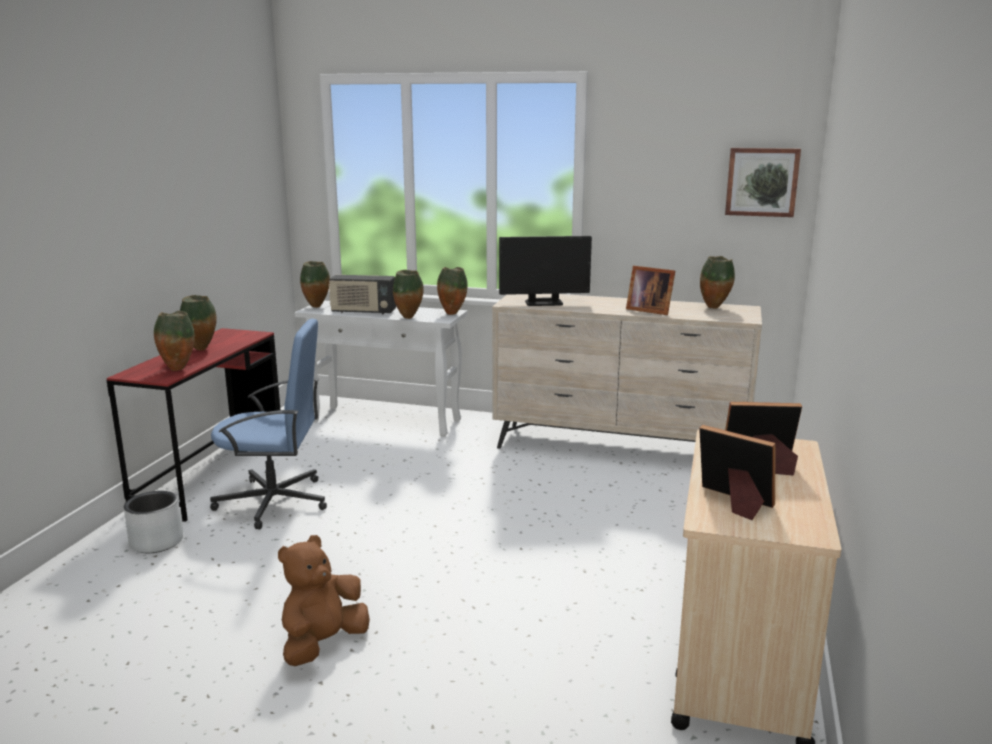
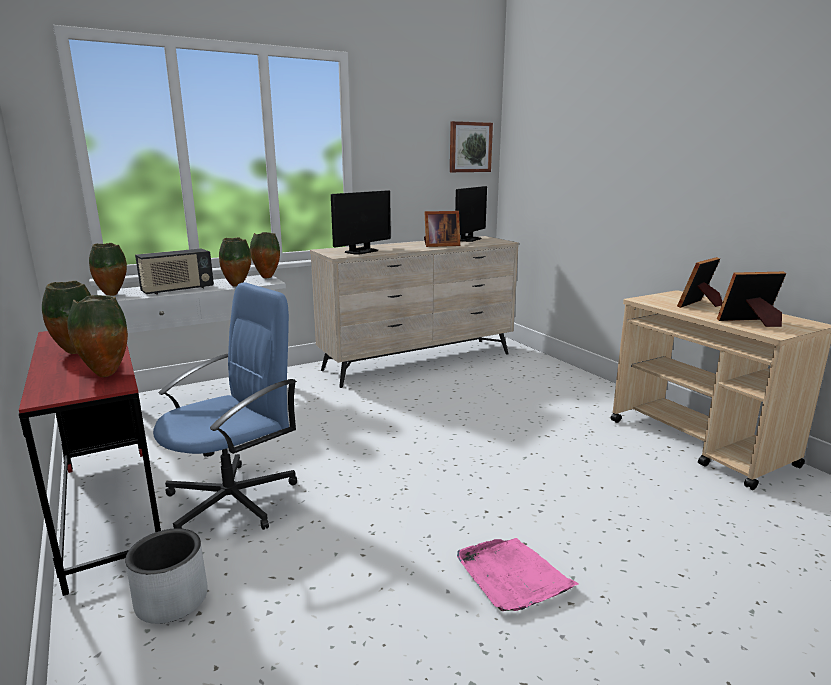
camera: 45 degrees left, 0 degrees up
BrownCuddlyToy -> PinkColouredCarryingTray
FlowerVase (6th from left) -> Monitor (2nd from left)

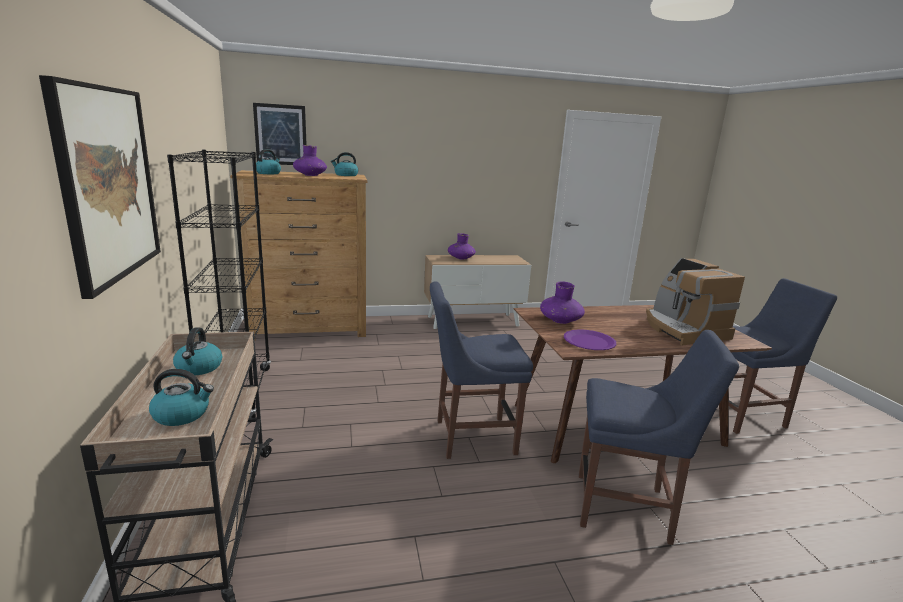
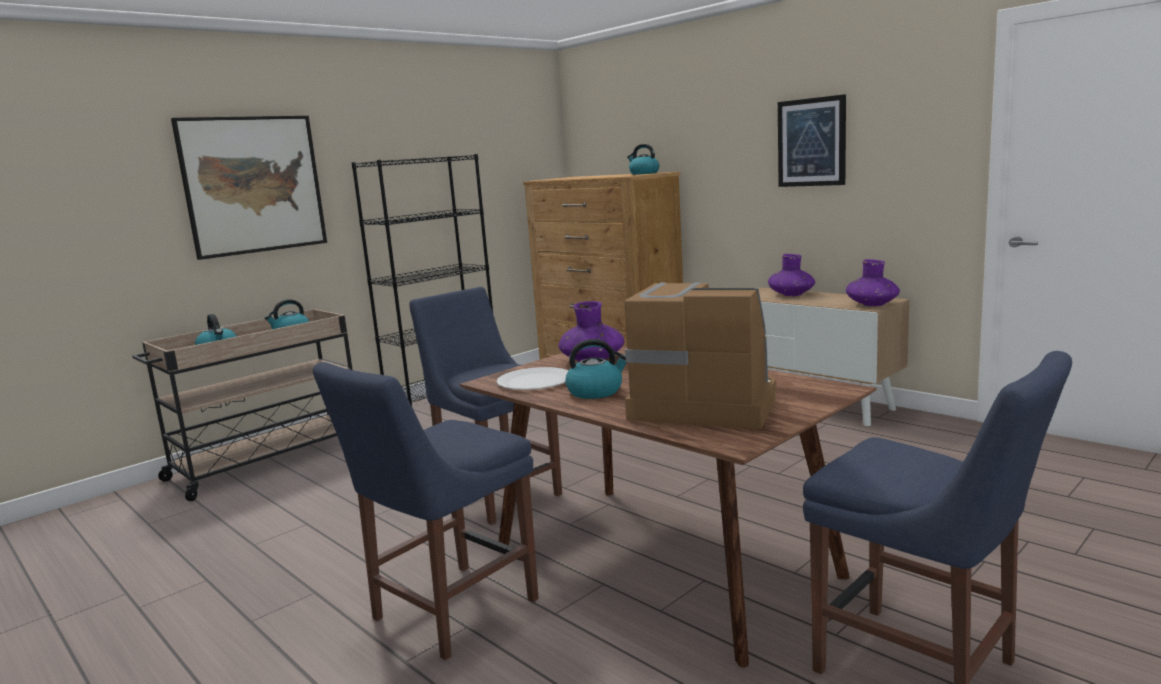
camera: 60 degrees right, 5 degrees down
Picture (2nd from left), move
WaterKettle (3rd from left), move
PurplishFlowerVase (1st from left in the first image) -> PurplishFlowerVase (3rd from left), move
PurplishDinnerPlate -> WhitishDinnerPlate
BlueUprightChair (2nd from left in the first image) -> BlueUprightChair (1st from left), 60 degrees clockwise
CoffeeMachine, 75 degrees clockwise

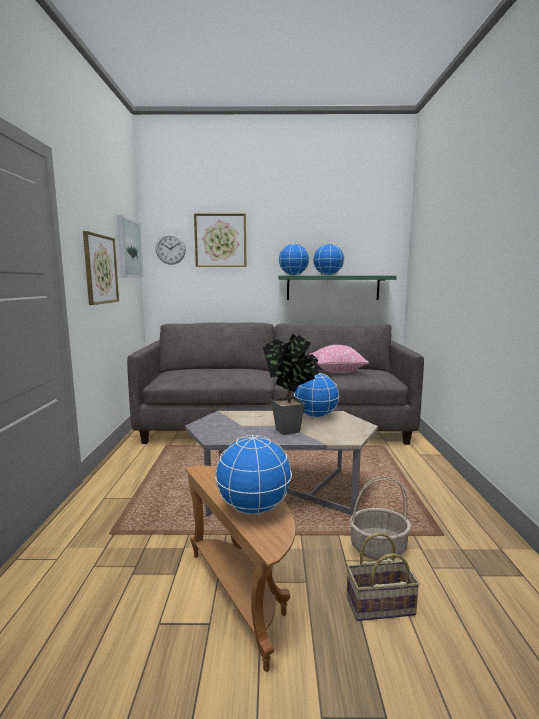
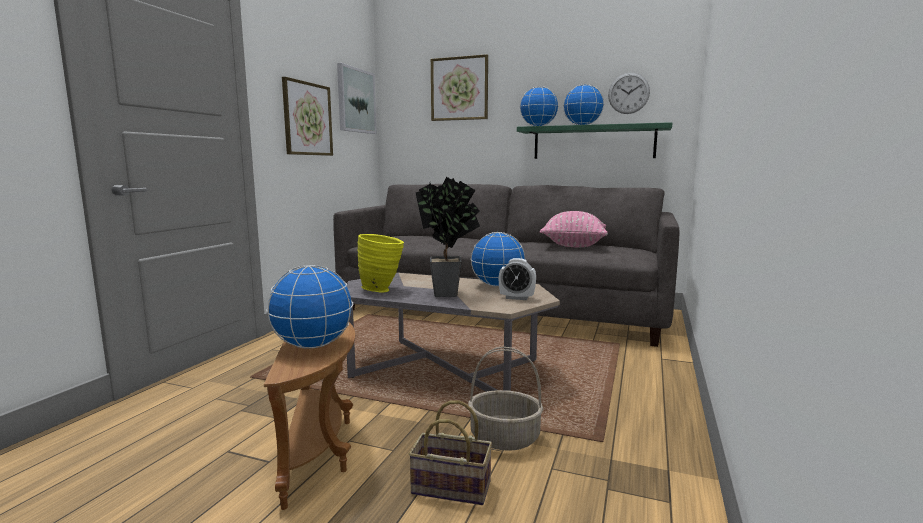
camera: 20 degrees right, 0 degrees up
none -> YellowColouredFlowerVase
none -> TableClock
HangingClock, move

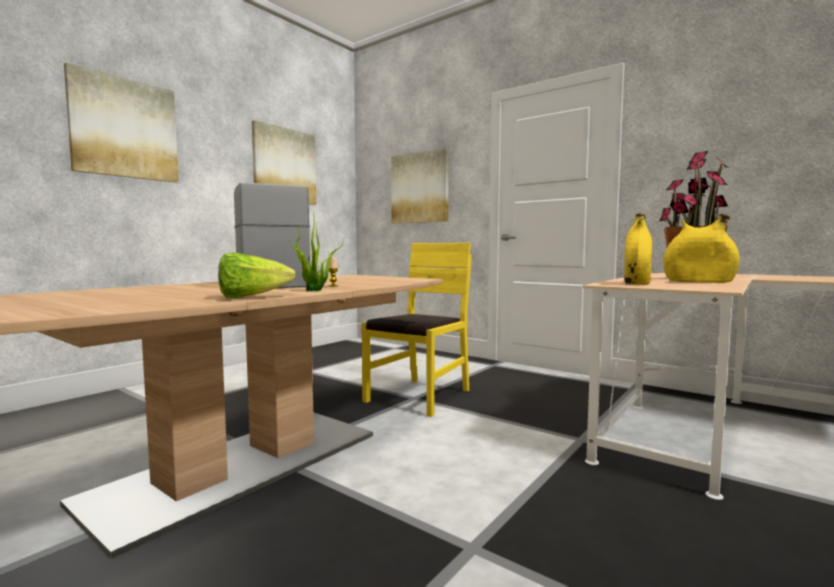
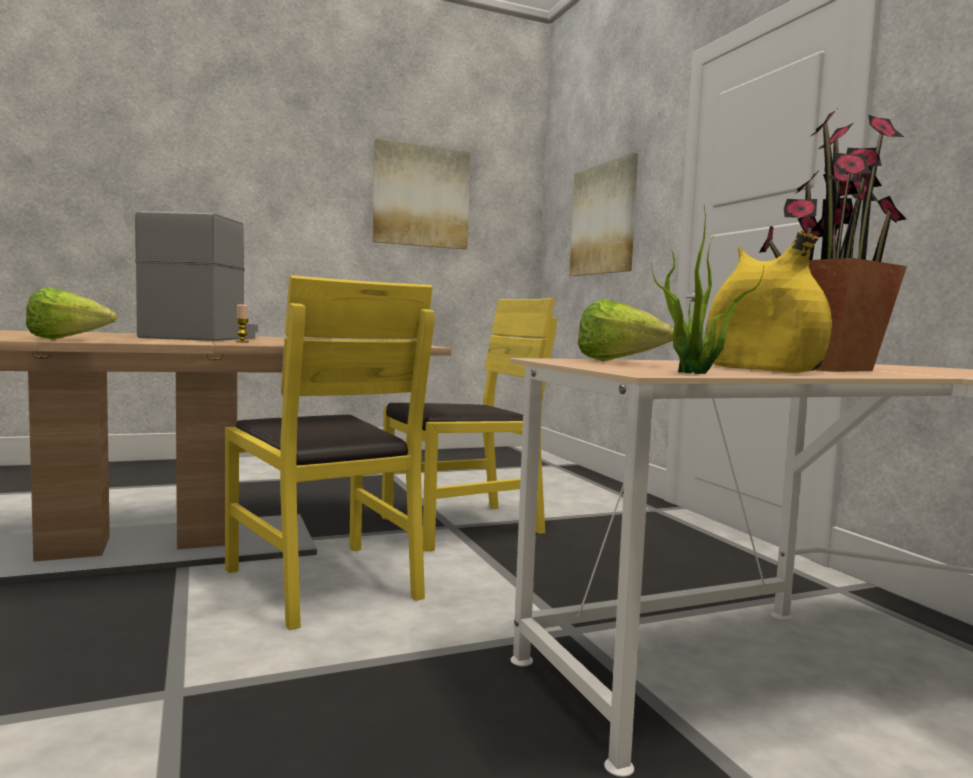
camera: 30 degrees right, 0 degrees up
Picture (1st from left) -> none
none -> YellowColouredUprightChair (1st from left)
Houseplant (1st from left), move
YellowColouredFlowerVase (1st from left) -> Lettuce (2nd from left)

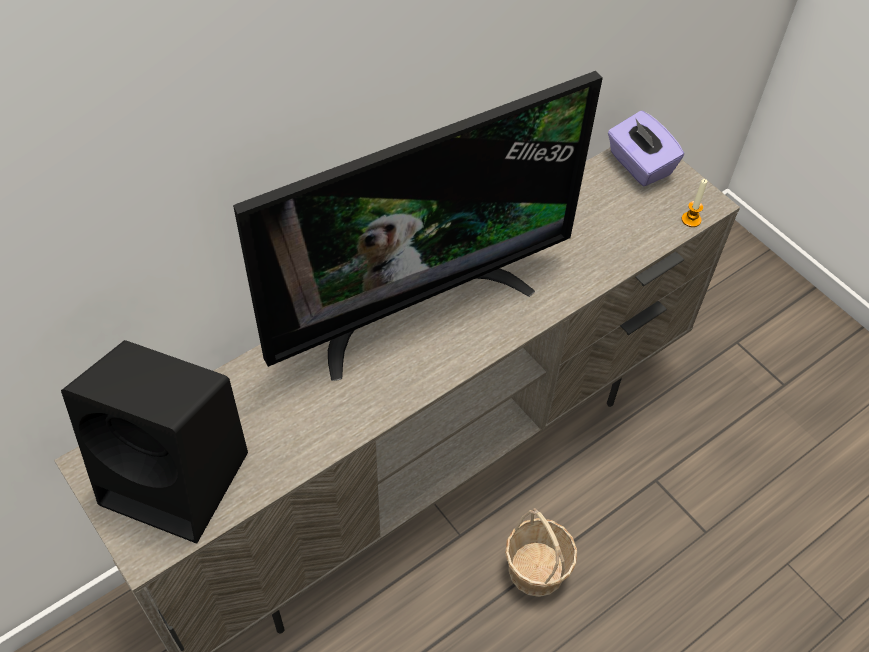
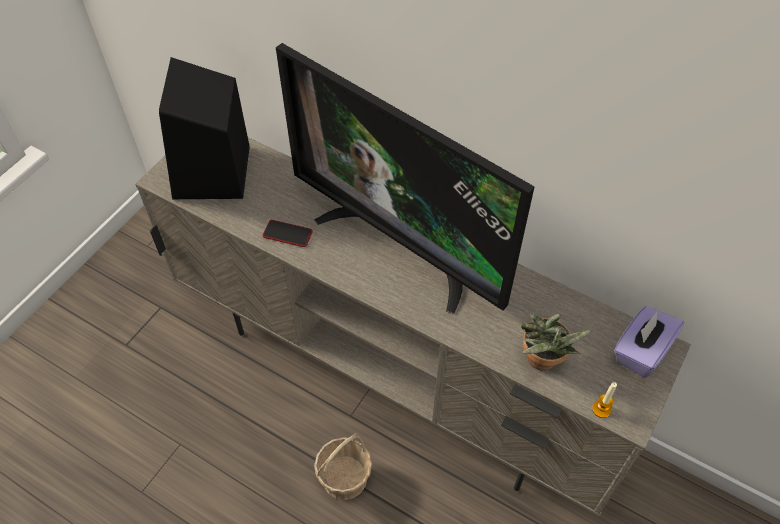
camera: 70 degrees right, 0 degrees up
none -> Telephone
none -> Houseplant

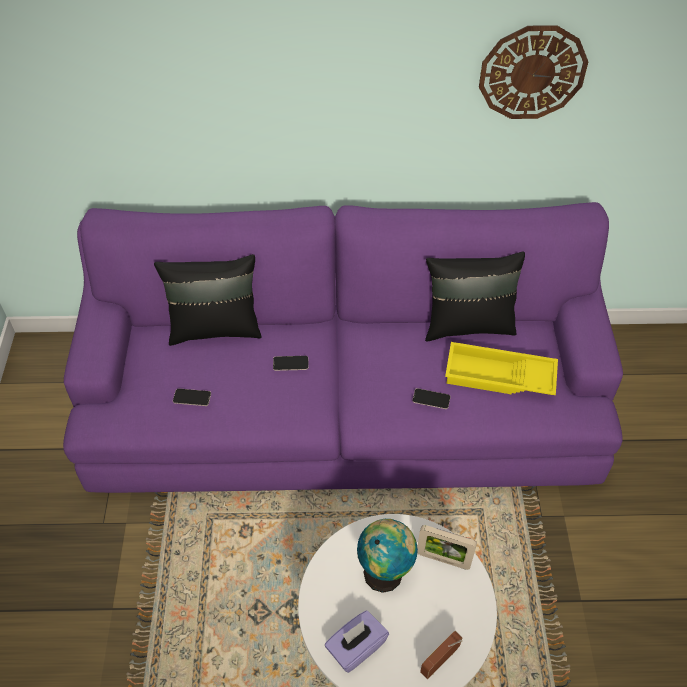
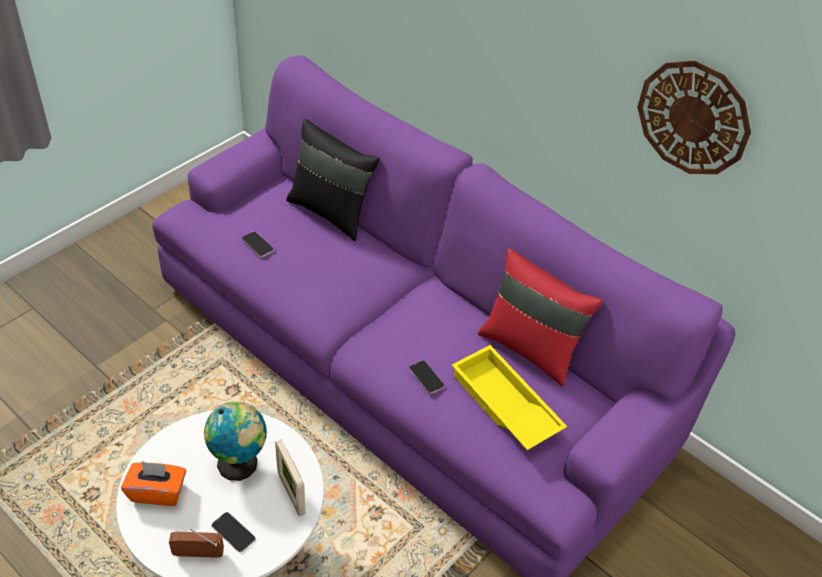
camera: 40 degrees right, 5 degrees down
Telephone (2nd from left in the first image) -> Telephone (1st from left), move
PurplishTissueHolder -> OrangeColouredTissueHolder
BlackColouredThrowPillow (2nd from left) -> RedColouredThrowPillow

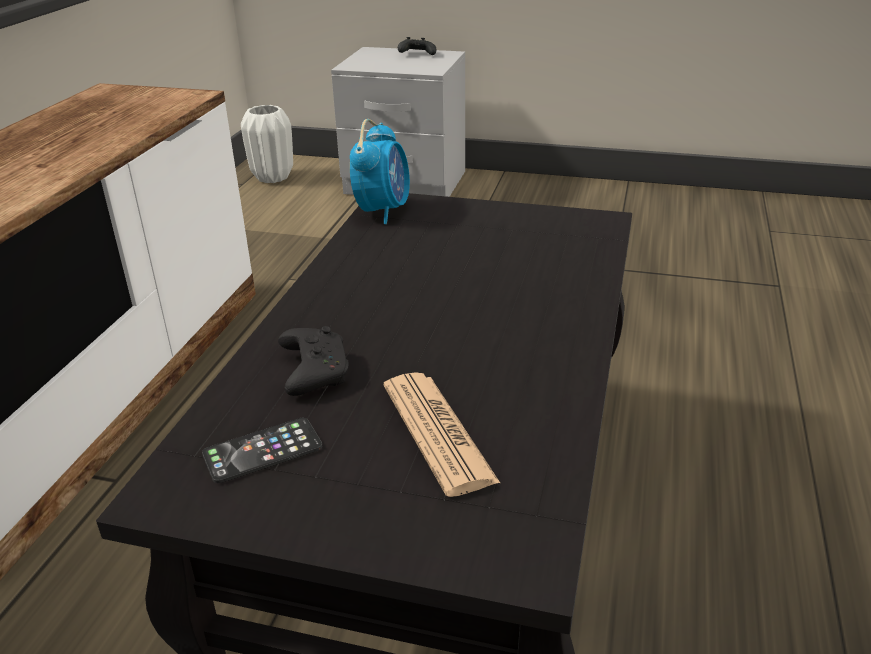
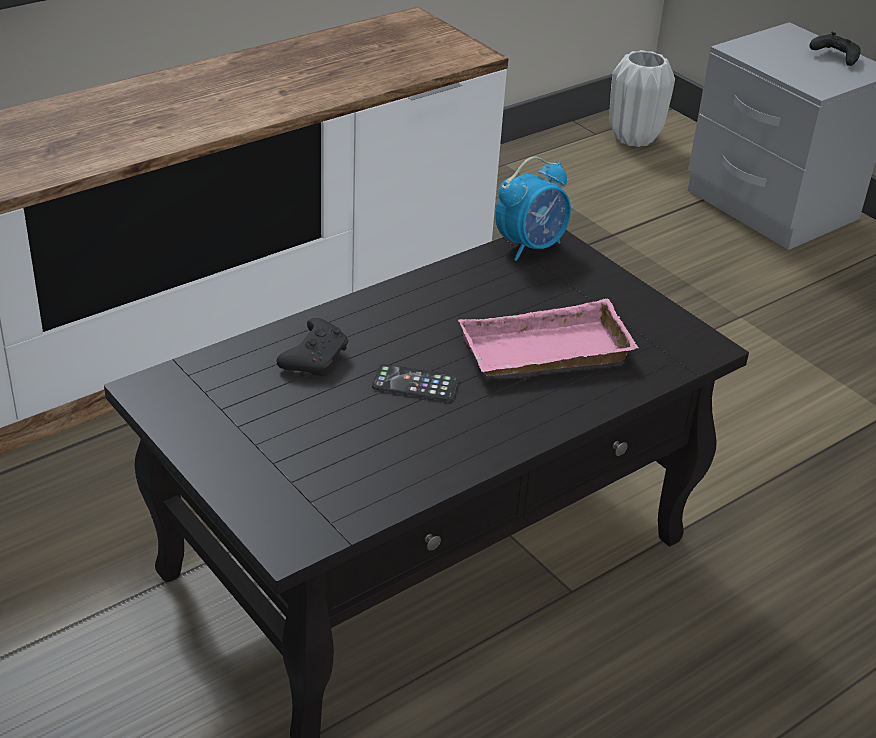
camera: 35 degrees right, 5 degrees up
Newspaper -> none
none -> PinkColouredCarryingTray
Telephone, move

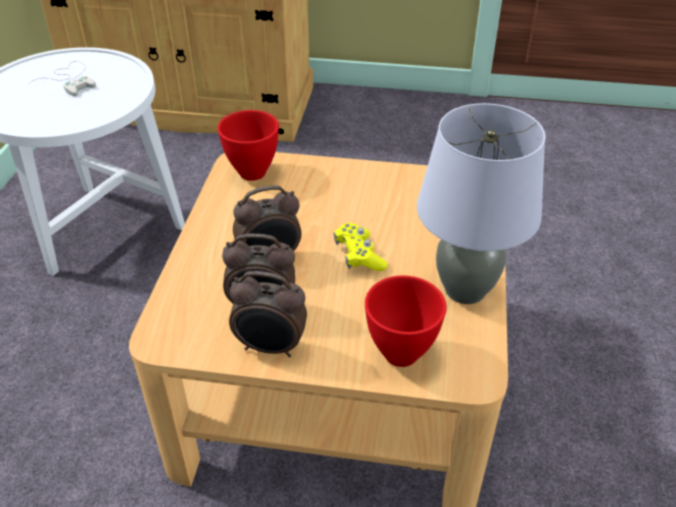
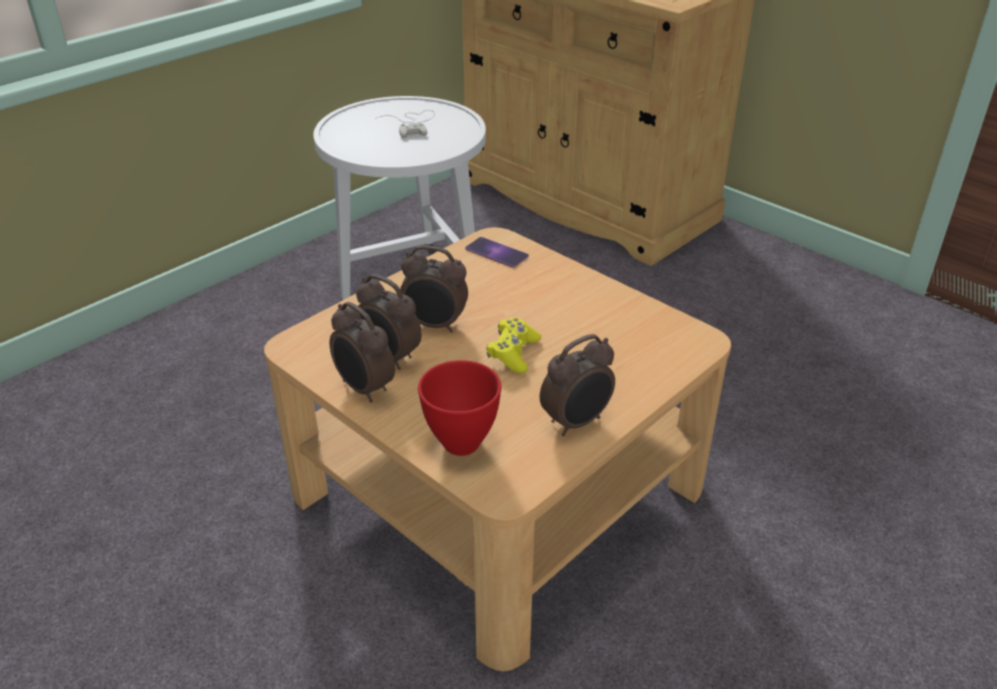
camera: 35 degrees right, 5 degrees down
RedColouredDeepDish (1st from left) -> Telephone
GrayTabletopLamp -> TableClock (4th from left)

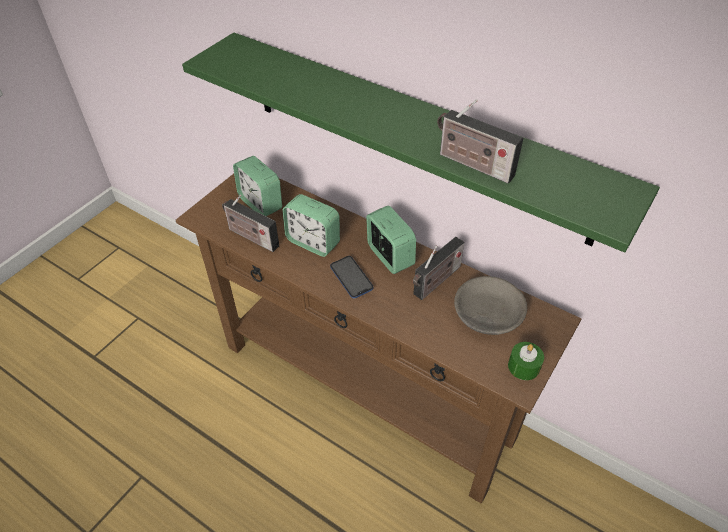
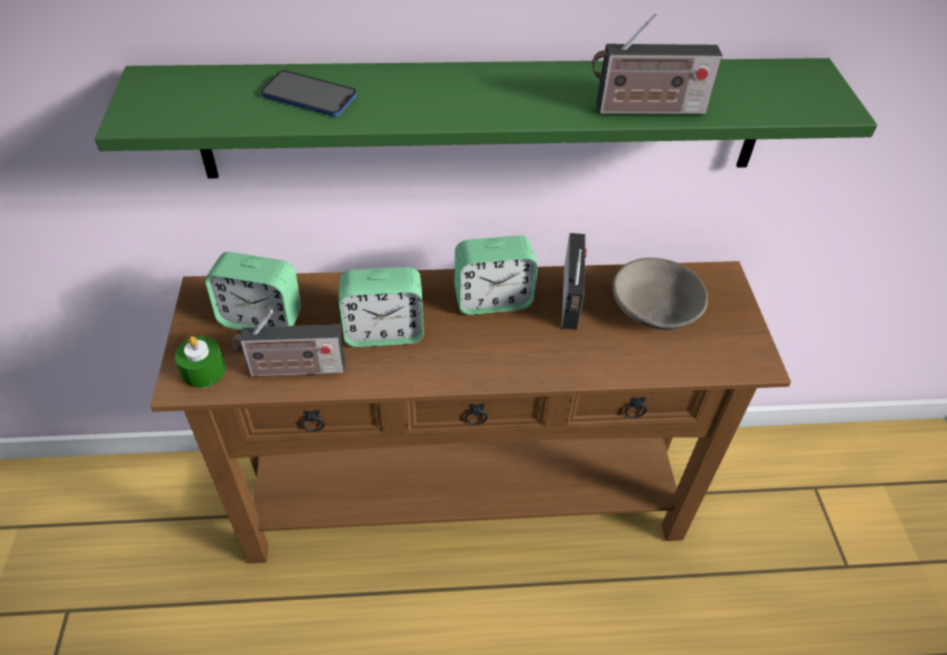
camera: 40 degrees left, 0 degrees up
Telephone, move
GreenWaxLight, move
TableClock (3rd from left), 150 degrees clockwise

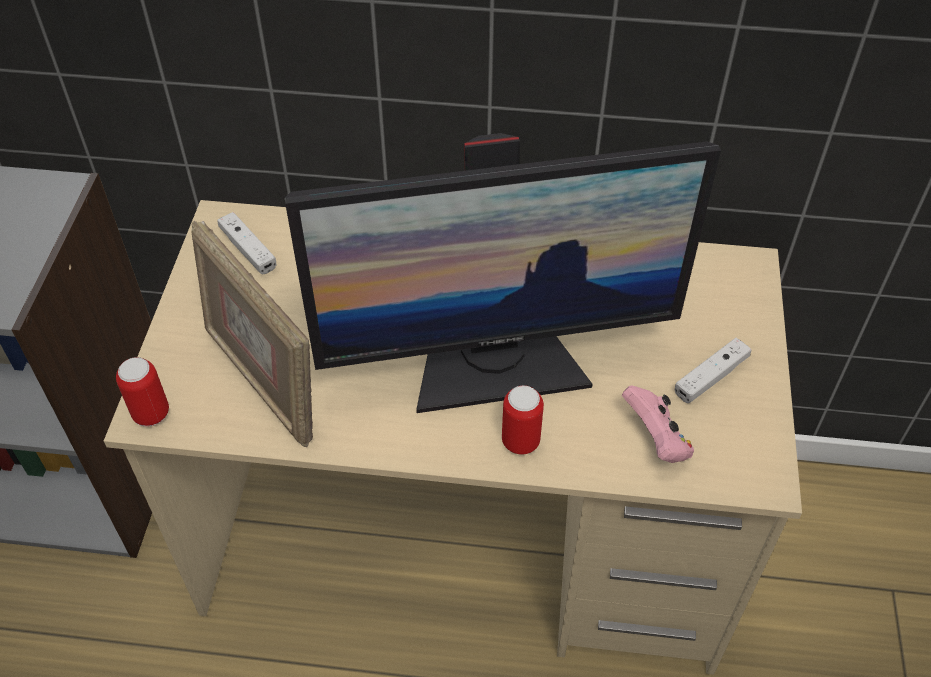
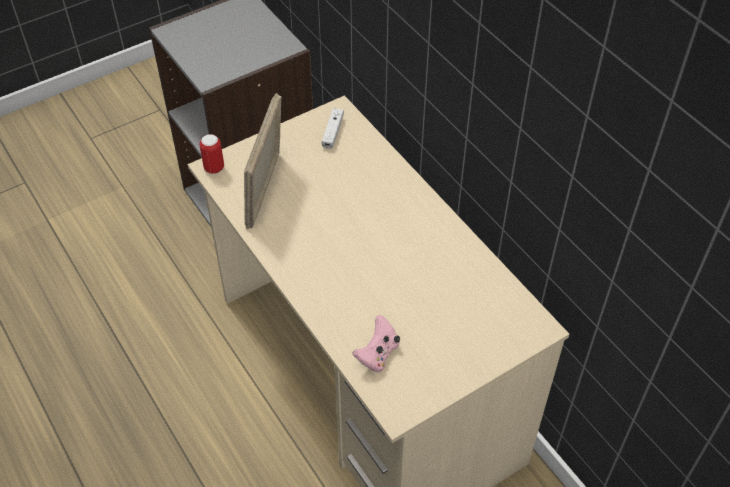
camera: 50 degrees right, 0 degrees up
Monitor -> none
MetalCan (2nd from left) -> none
WhitishJoypad (2nd from left) -> none

